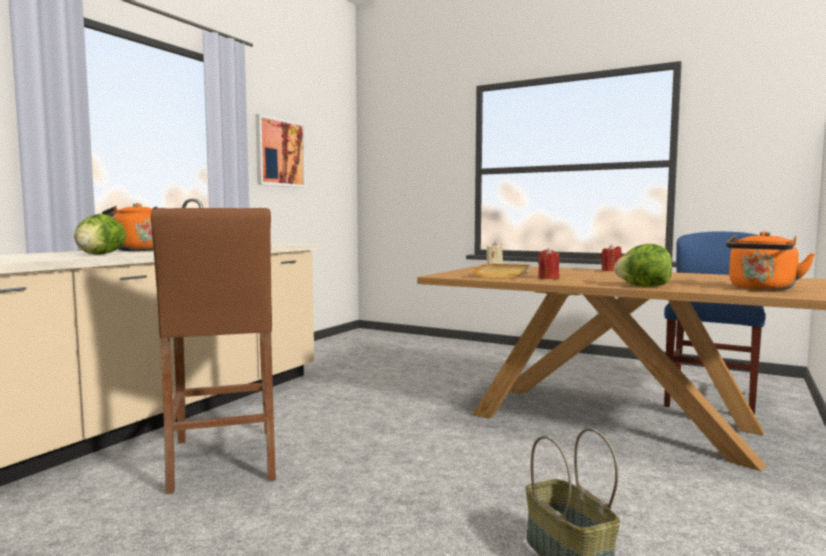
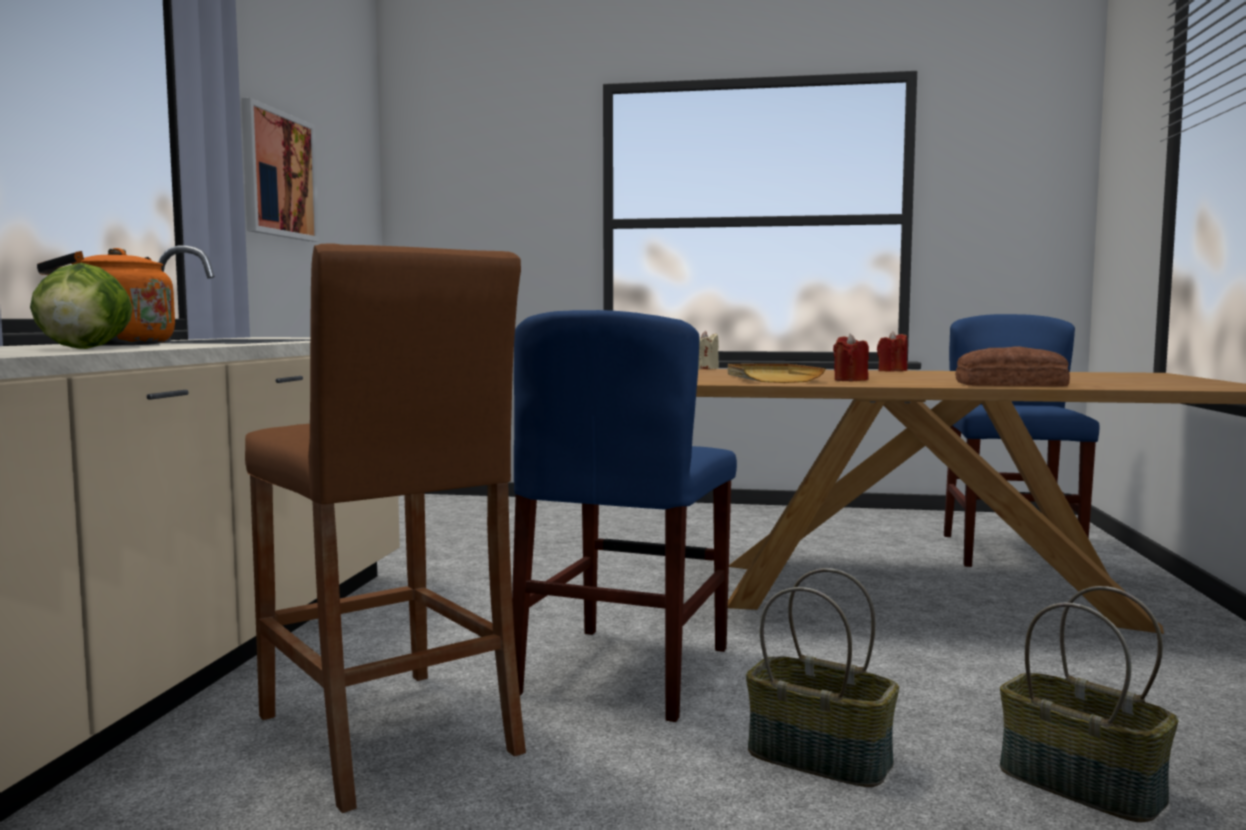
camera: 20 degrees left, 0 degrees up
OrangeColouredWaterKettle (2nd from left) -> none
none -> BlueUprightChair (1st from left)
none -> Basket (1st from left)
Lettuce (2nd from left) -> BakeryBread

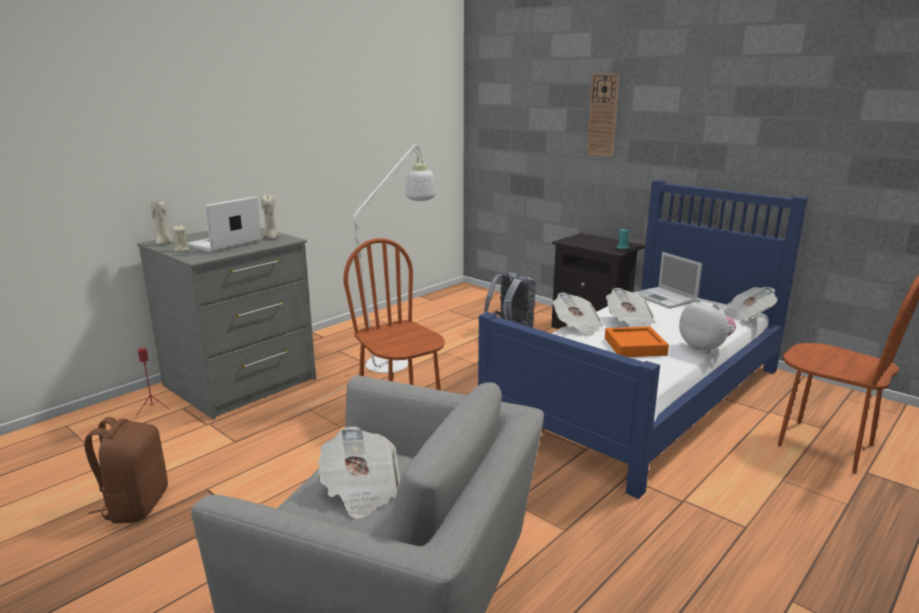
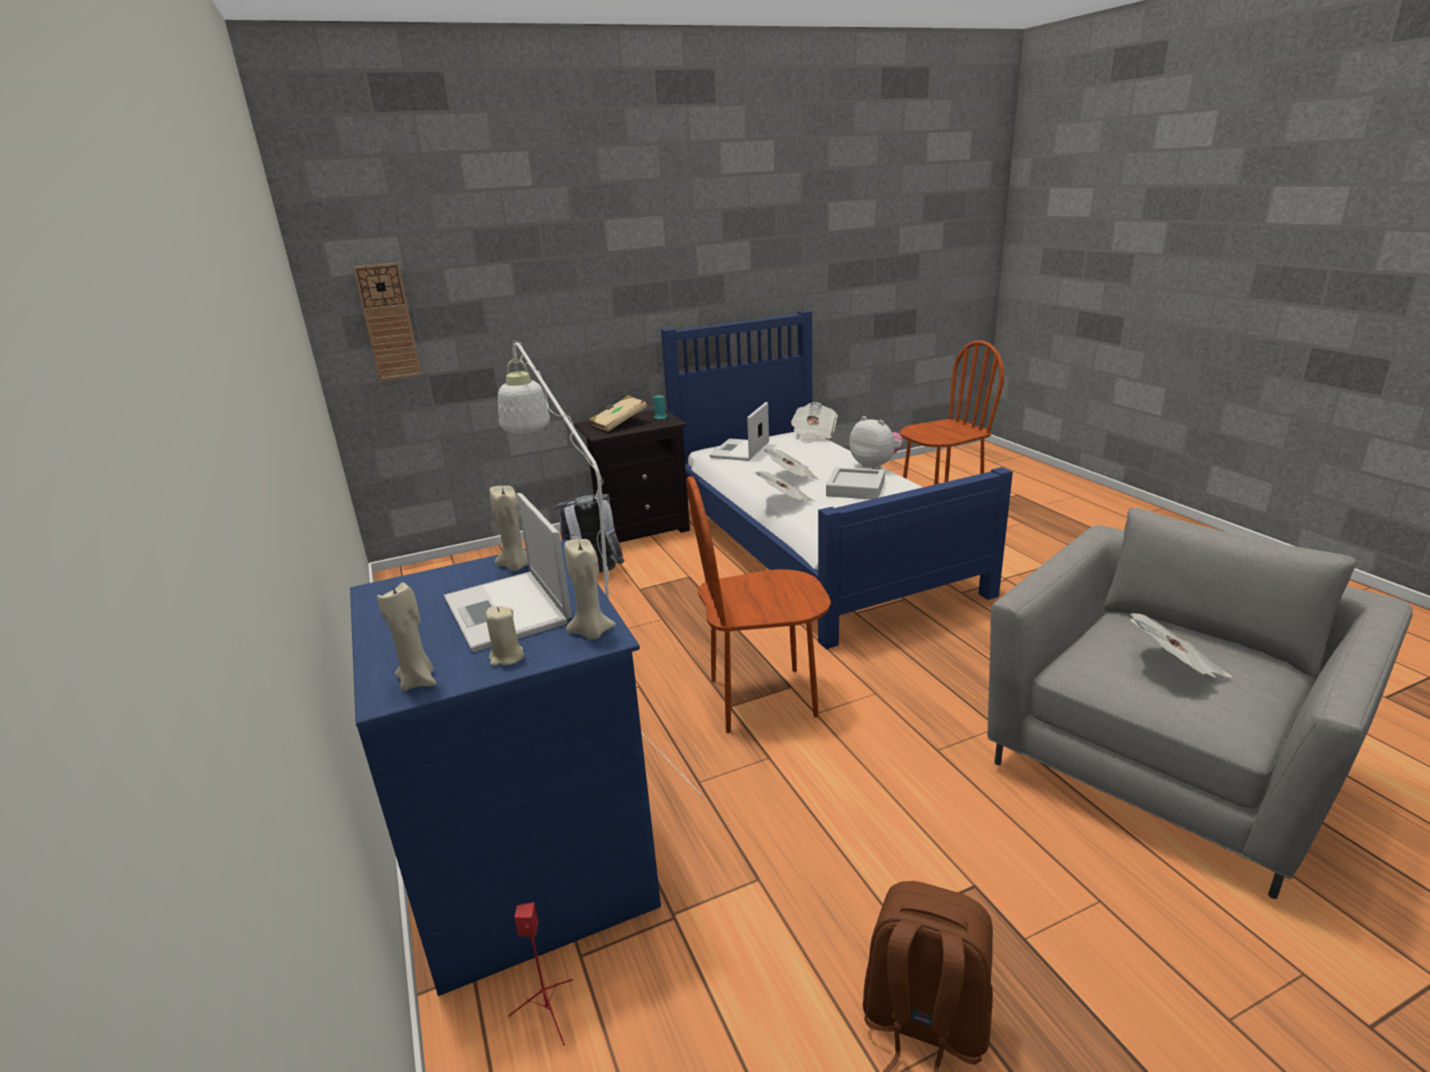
camera: 65 degrees left, 5 degrees up
none -> SandColouredWaxLight (4th from left)
none -> SandColouredVolume
HangingClock, move
GrayDrawerChest -> BlueDrawerChest
OrangeColouredCarryingTray -> GrayCarryingTray
NotebookComputer (2nd from left), 120 degrees clockwise
CuddlyToy, 60 degrees clockwise

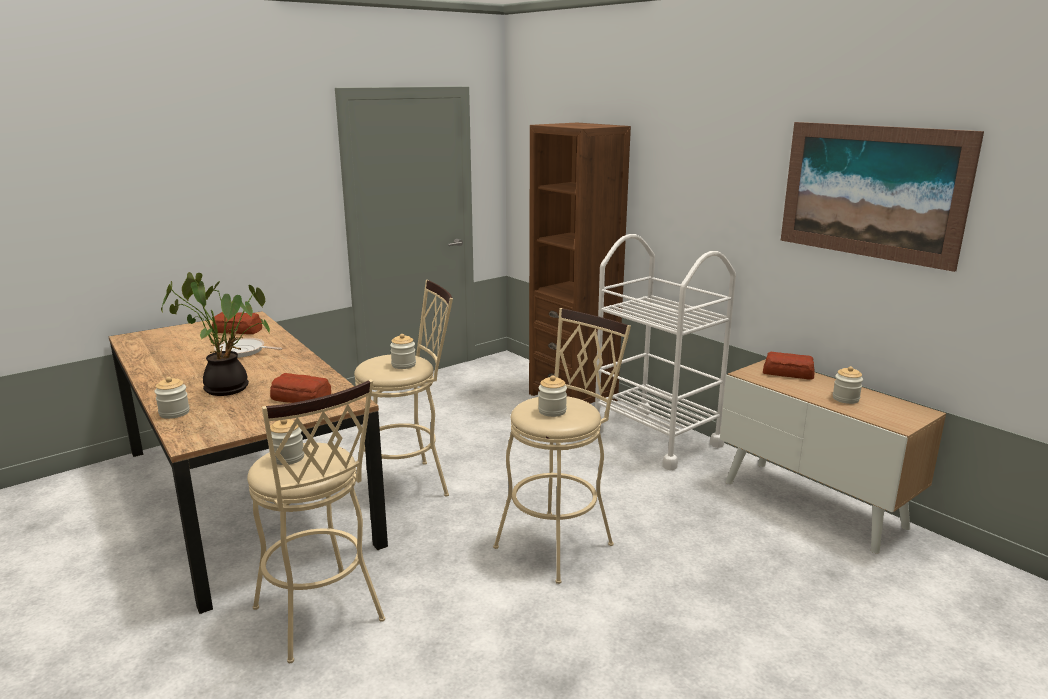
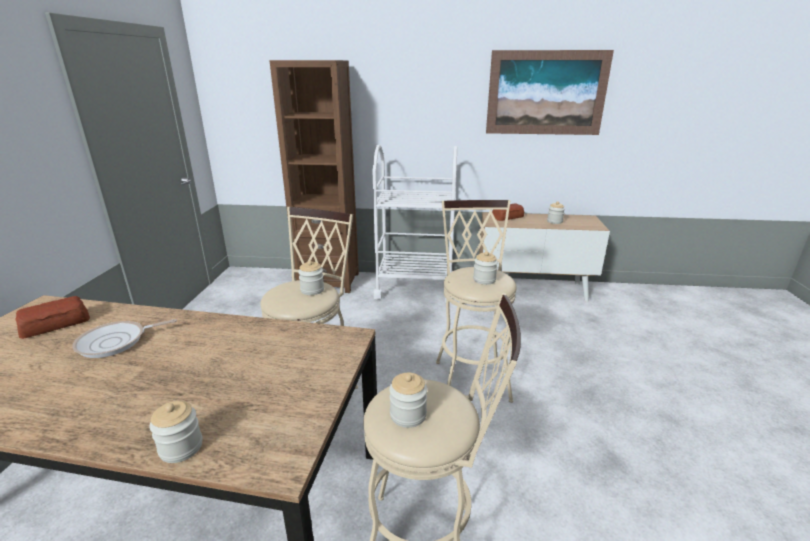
camera: 45 degrees left, 5 degrees up
Houseplant -> none
BakeryBread (2nd from left) -> none

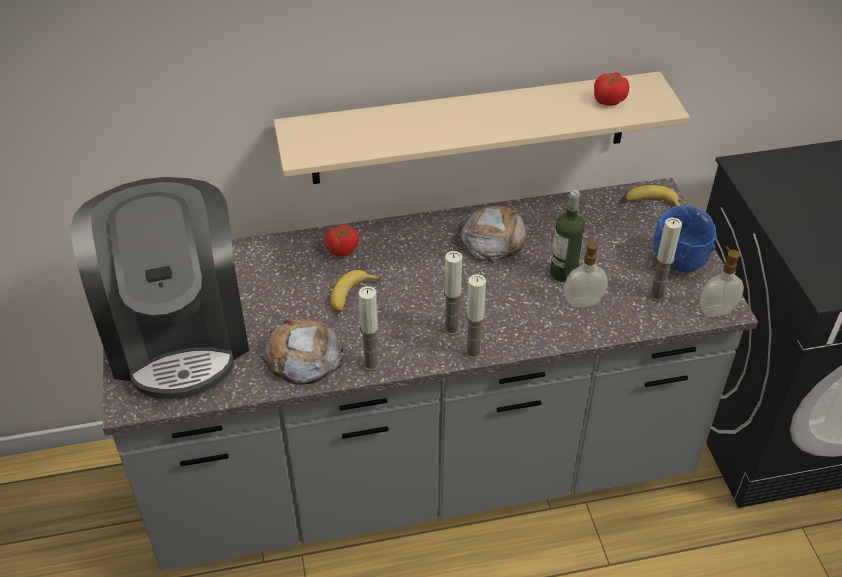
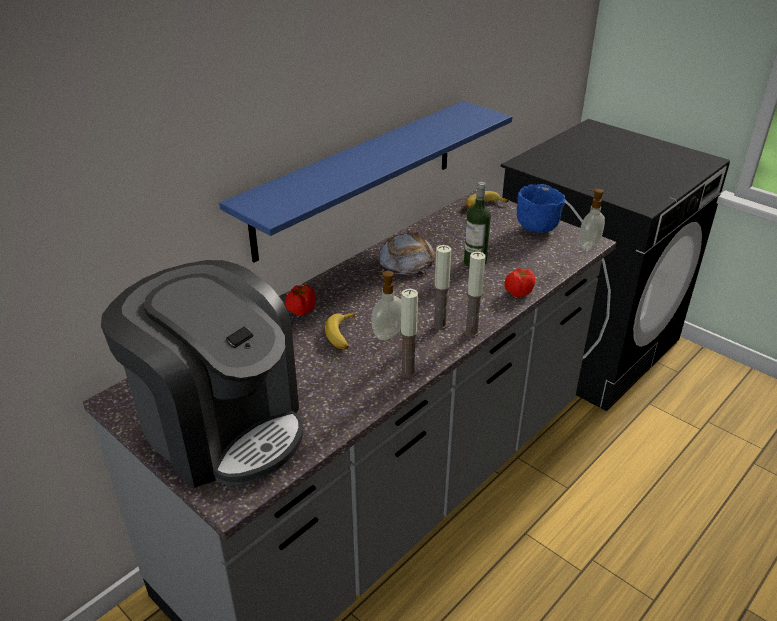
camera: 35 degrees left, 10 degrees down
BakeryBread (1st from left) -> none
WaxLight (4th from left) -> none
SoapBottle (1st from left), move
Tomato (2nd from left), move
SandColouredBracketShelf -> BlueBracketShelf

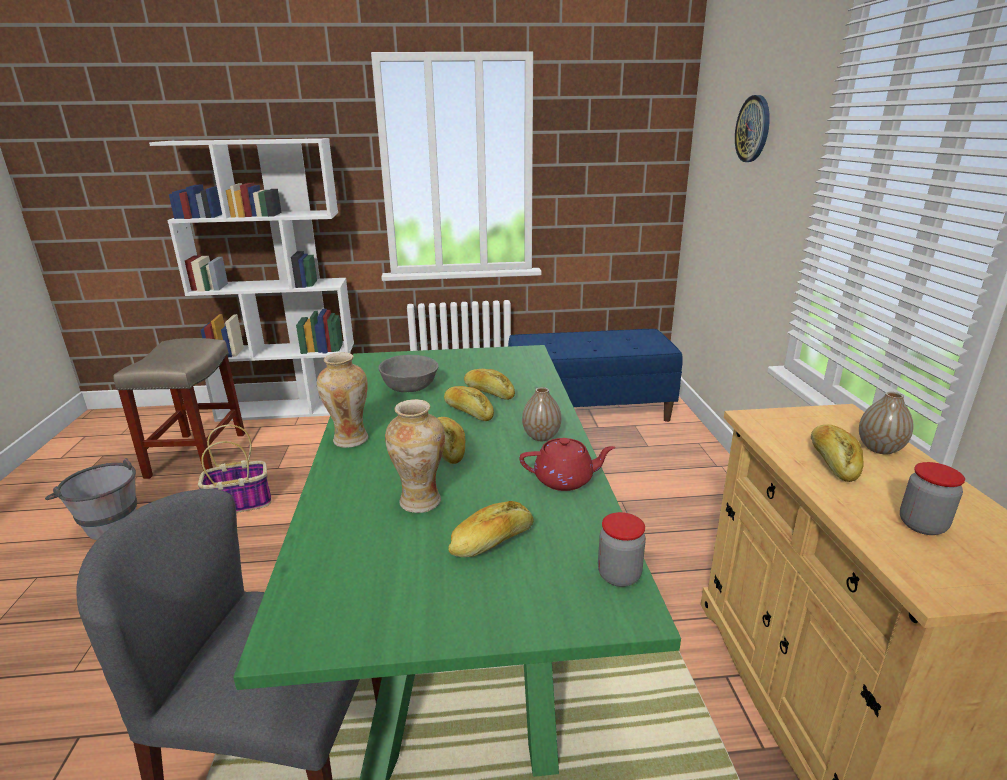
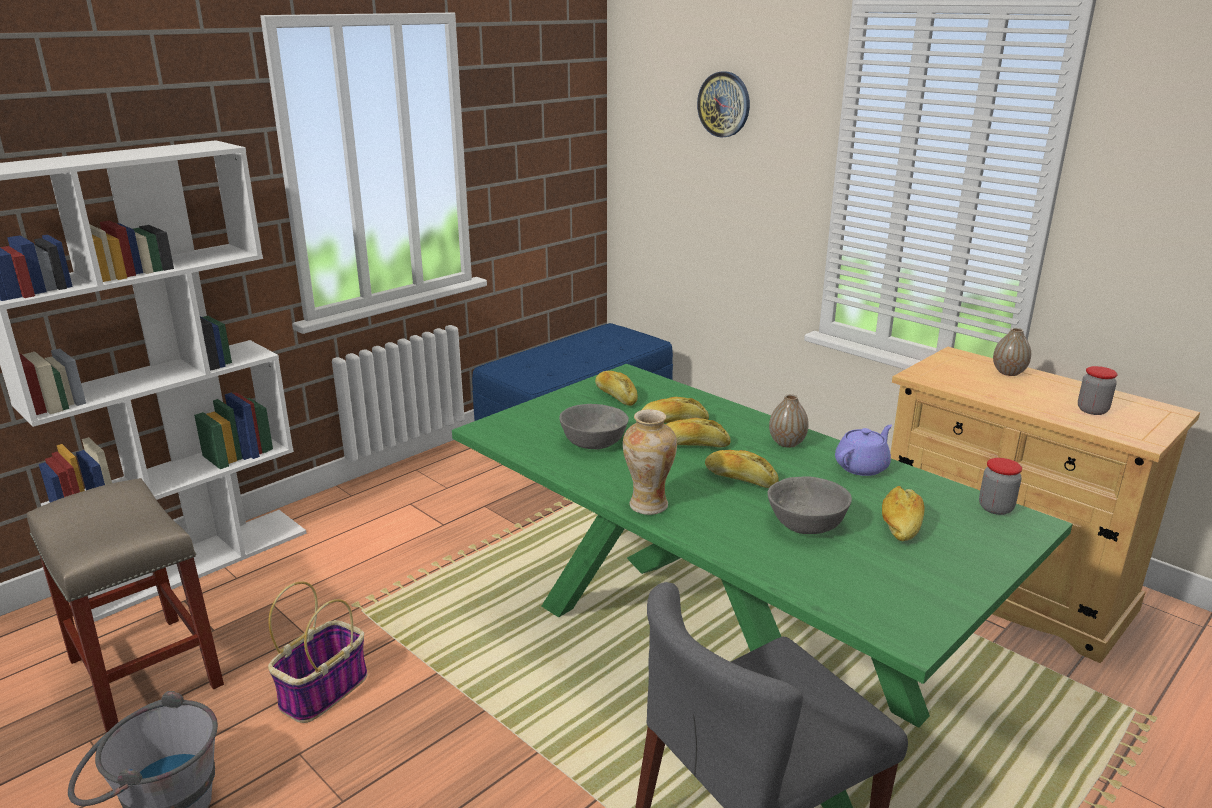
camera: 40 degrees left, 0 degrees up
BakeryBread (5th from left in the first image) -> BakeryBread (1st from left), move
FlowerVase (2nd from left) -> GrayDeepDish (2nd from left)
RedColouredTeapot -> PurplishTeapot

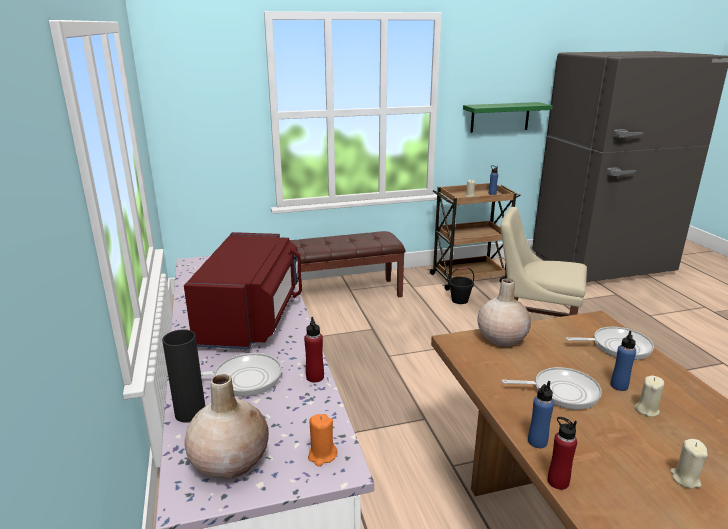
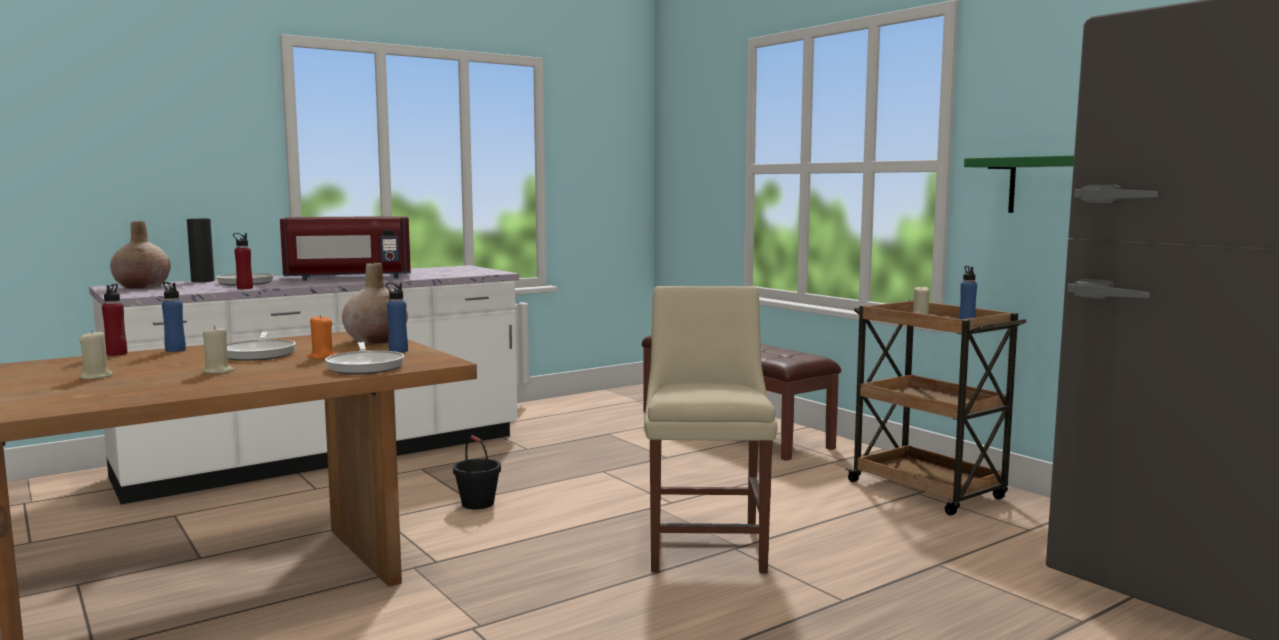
camera: 70 degrees right, 15 degrees down
OrangeColouredWaxLight, move
BlackColouredPail, move
BlueBottle (3rd from left in the first image) -> BlueBottle (2nd from left), move

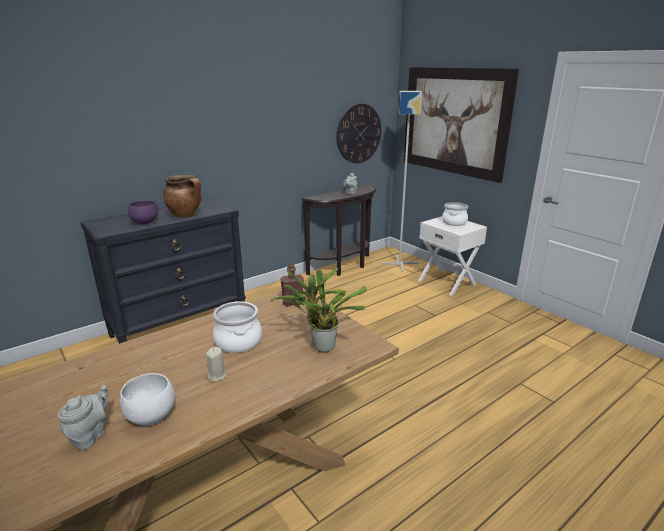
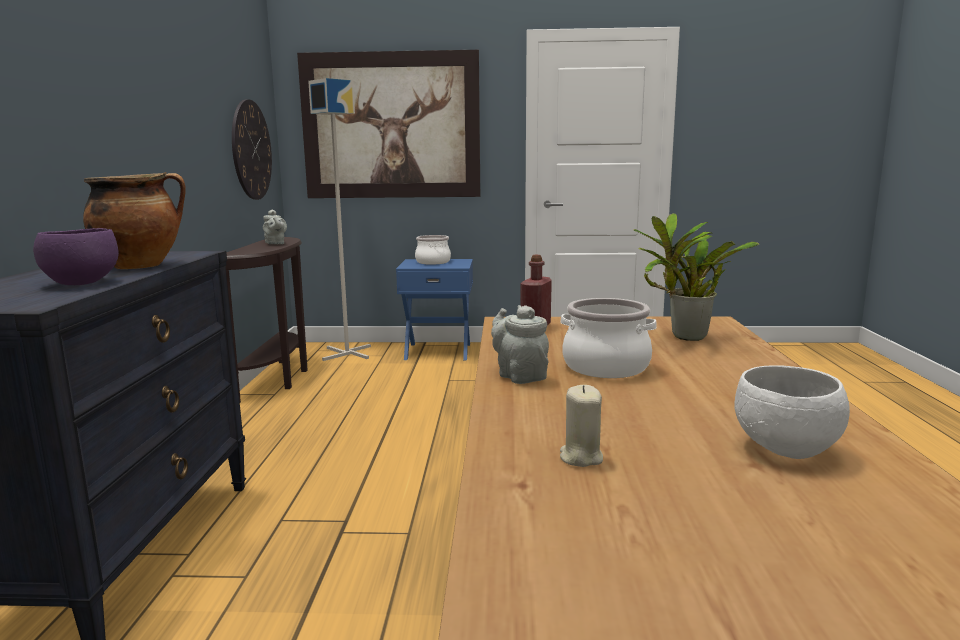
camera: 50 degrees left, 10 degrees down
GrayTeapot (1st from left in the first image) -> GrayTeapot (2nd from left), move
SandColouredWaxLight, move
WhitishNightTable -> BlueNightTable

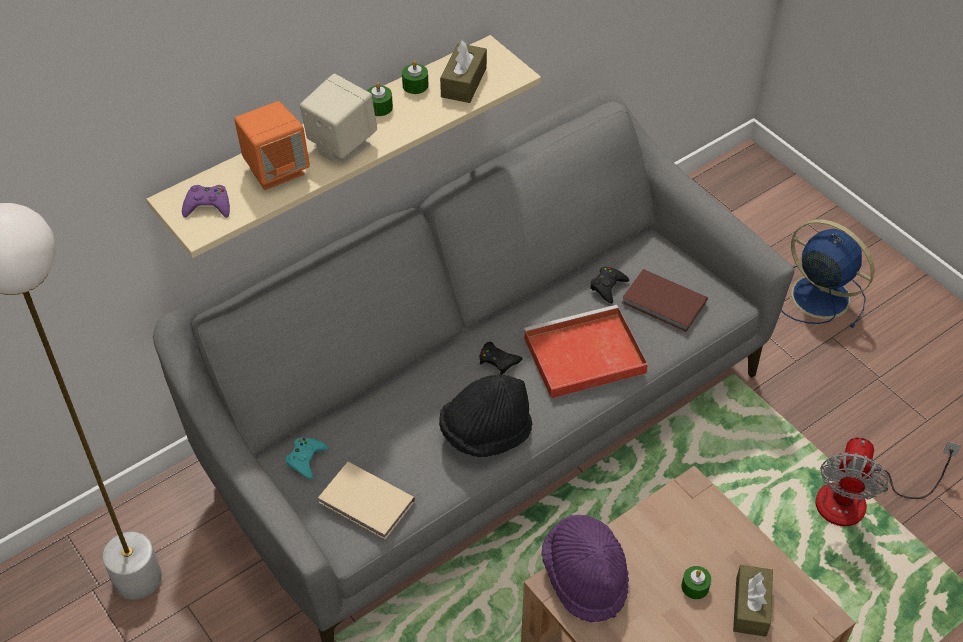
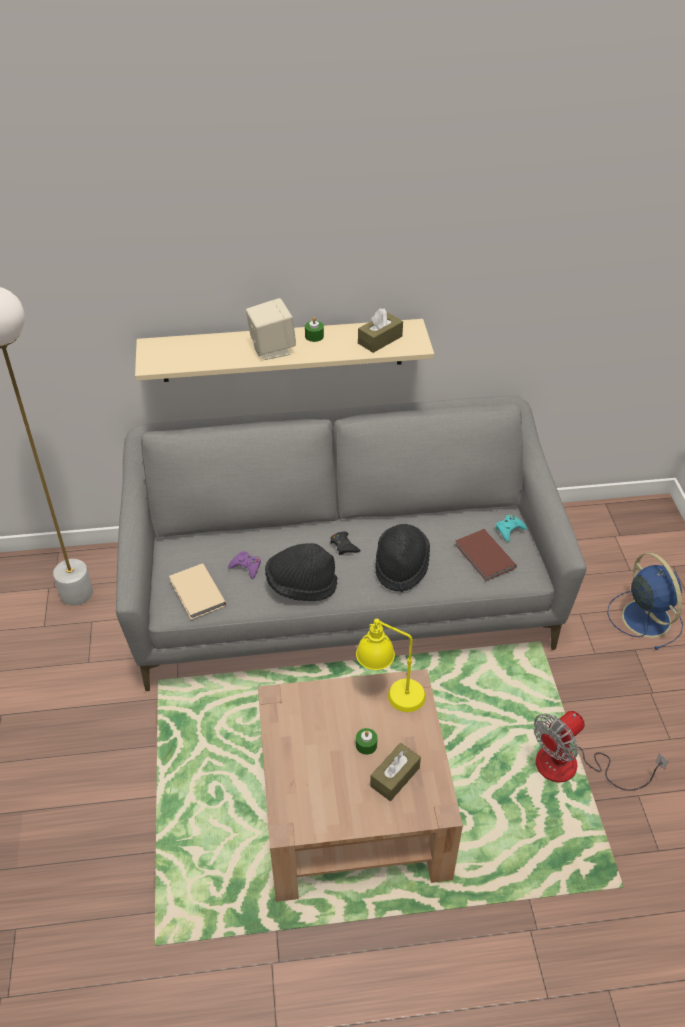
camera: 30 degrees right, 5 degrees down
OrangeColouredSpeaker -> none
GreenWaxLight (2nd from left) -> none
PurplishHat -> none
BlackColouredJoypad (2nd from left) -> none
none -> YellowColouredTabletopLamp
PurplishJoypad, move
TurquoiseJoypad, move
RedColouredCarryingTray -> BlackColouredHat (2nd from left)

